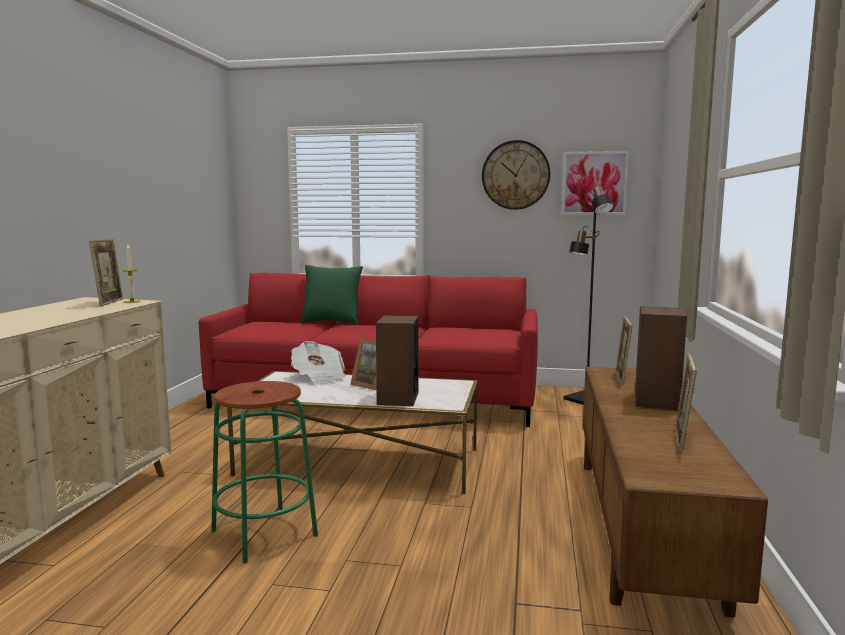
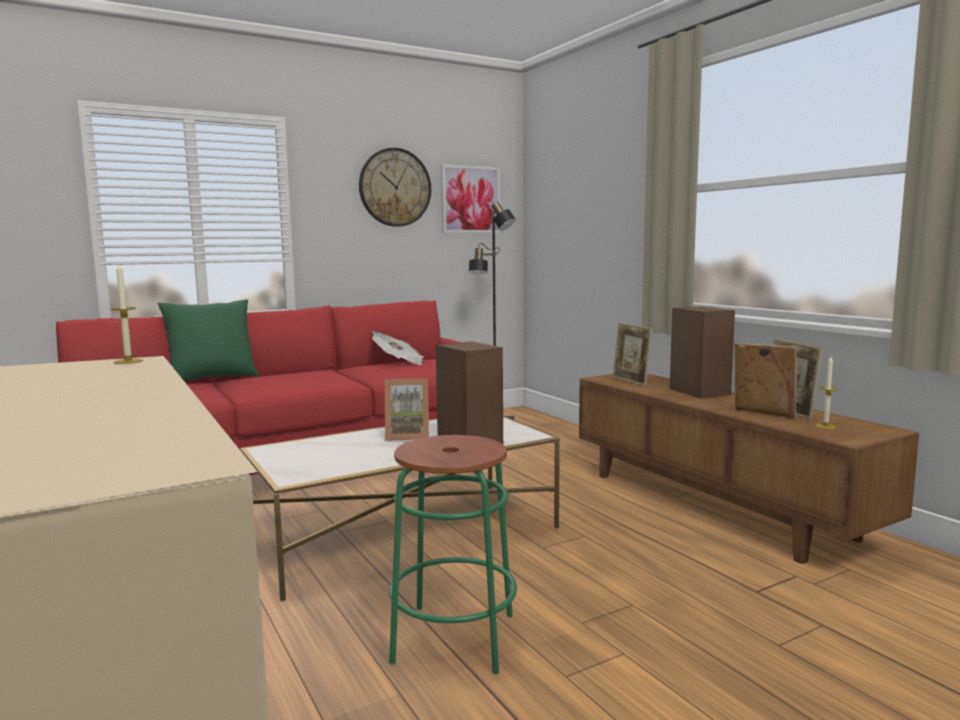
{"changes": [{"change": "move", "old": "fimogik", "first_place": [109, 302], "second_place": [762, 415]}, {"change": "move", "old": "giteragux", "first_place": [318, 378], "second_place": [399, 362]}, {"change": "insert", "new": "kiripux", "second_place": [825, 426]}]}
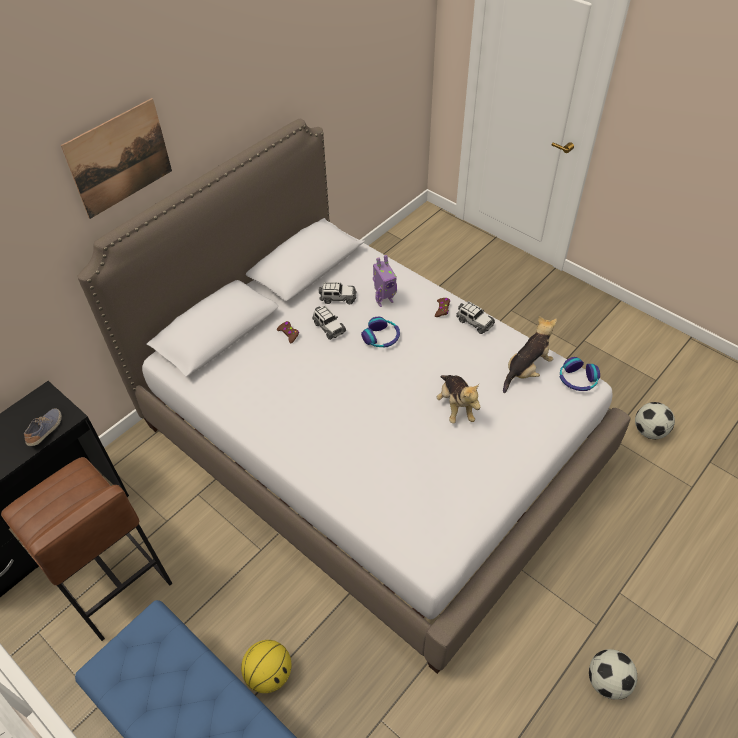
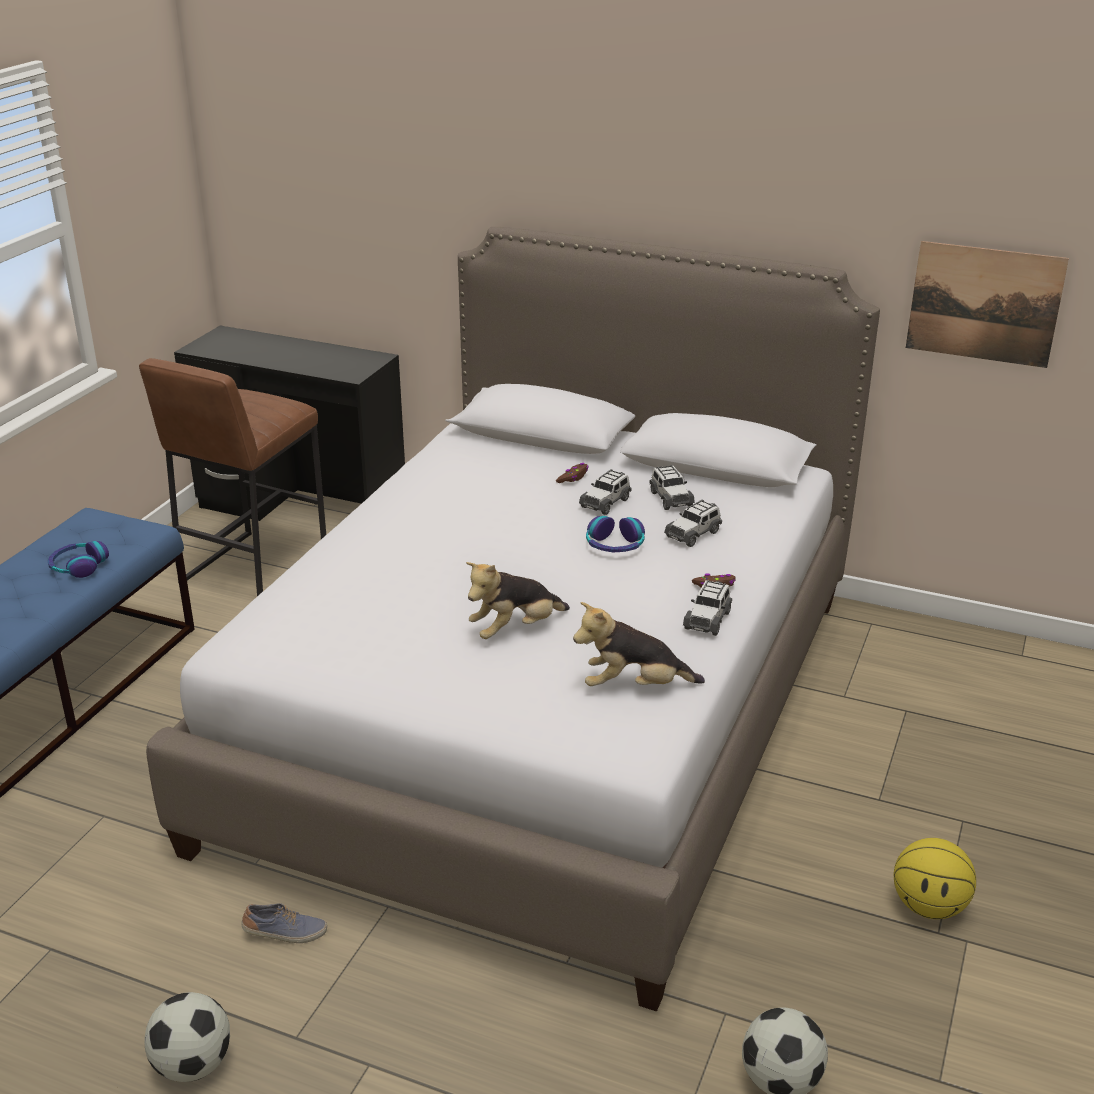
{"changes": [{"change": "move", "old": "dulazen", "first_place": [46, 430], "second_place": [285, 934]}, {"change": "move", "old": "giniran", "first_place": [120, 158], "second_place": [984, 304]}, {"change": "move", "old": "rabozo", "first_place": [269, 673], "second_place": [929, 907]}, {"change": "replace", "old": "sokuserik", "new": "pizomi", "first_place": [384, 301], "second_place": [693, 534]}, {"change": "rotate", "old": "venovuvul", "first_place": [526, 370], "second_place": [634, 686], "degrees": 150}, {"change": "move", "old": "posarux", "first_place": [577, 379], "second_place": [78, 566]}]}
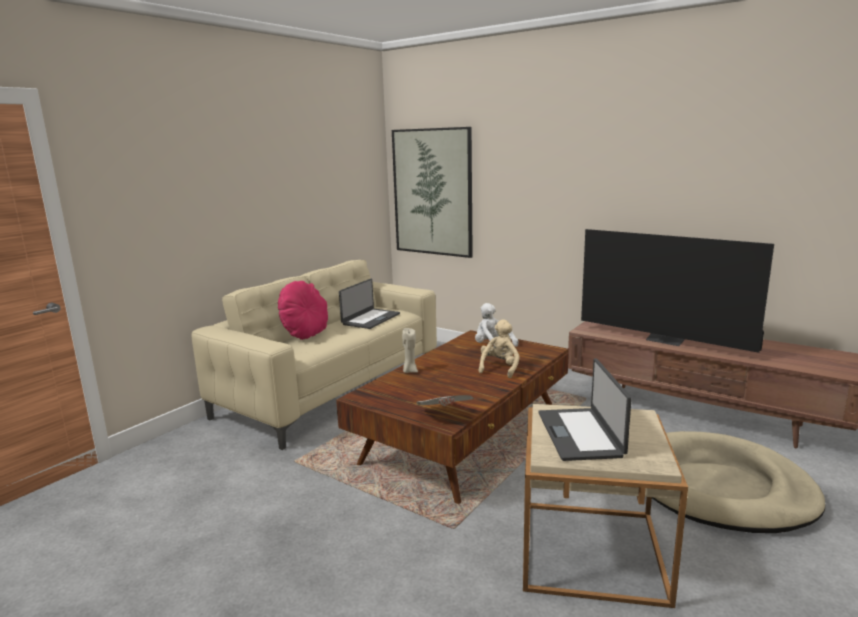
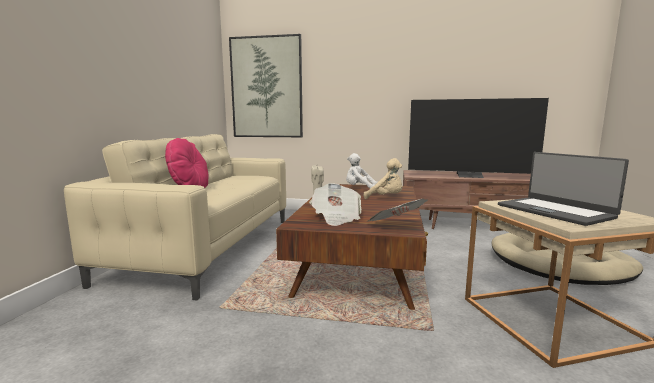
{"changes": [{"change": "delete", "old": "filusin", "first_place": [370, 319]}, {"change": "rotate", "old": "beige venovuvul", "first_place": [499, 368], "second_place": [386, 198], "degrees": 120}, {"change": "insert", "new": "giteragux", "second_place": [336, 218]}]}
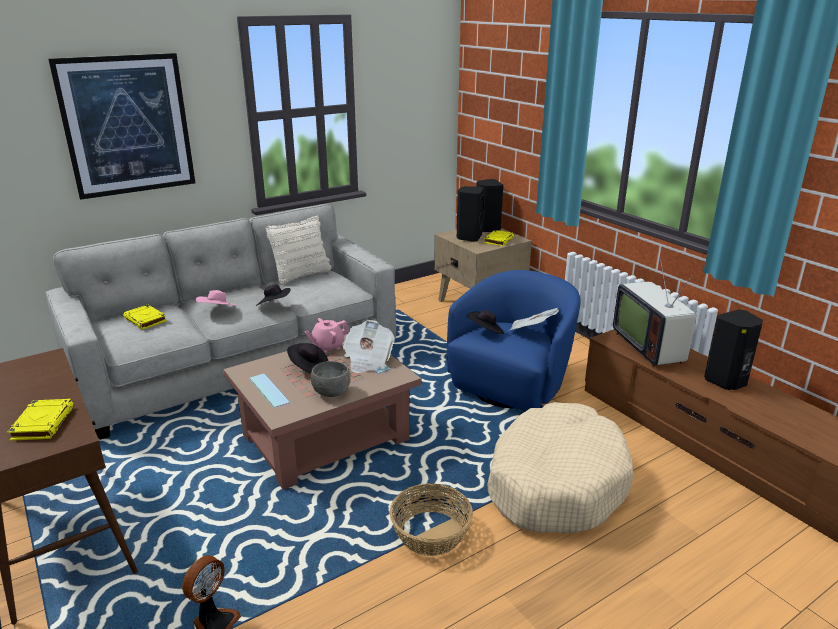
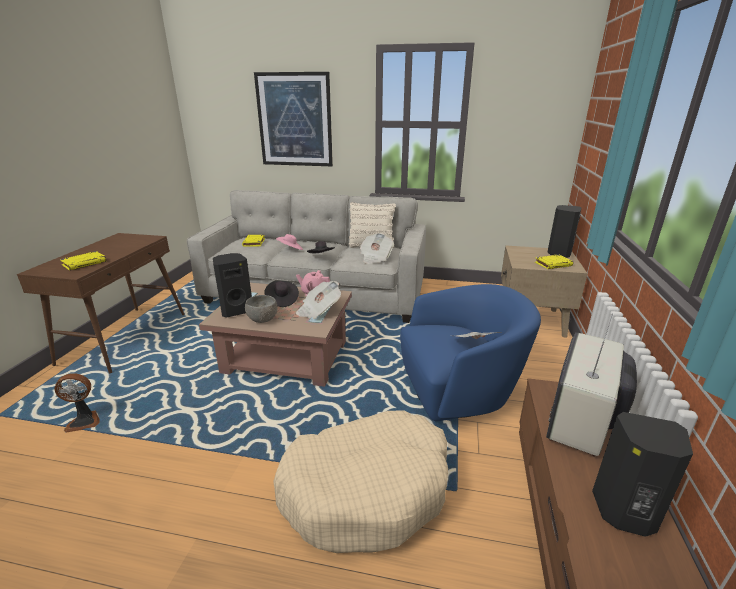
{"changes": [{"change": "delete", "old": "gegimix", "first_place": [430, 533]}, {"change": "move", "old": "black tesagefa", "first_place": [468, 237], "second_place": [236, 310]}, {"change": "delete", "old": "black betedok", "first_place": [485, 332]}, {"change": "insert", "new": "giteragux", "second_place": [375, 258]}]}
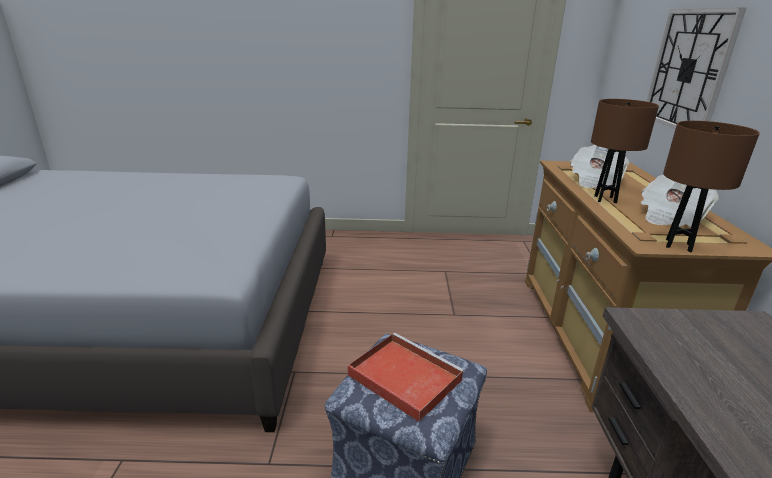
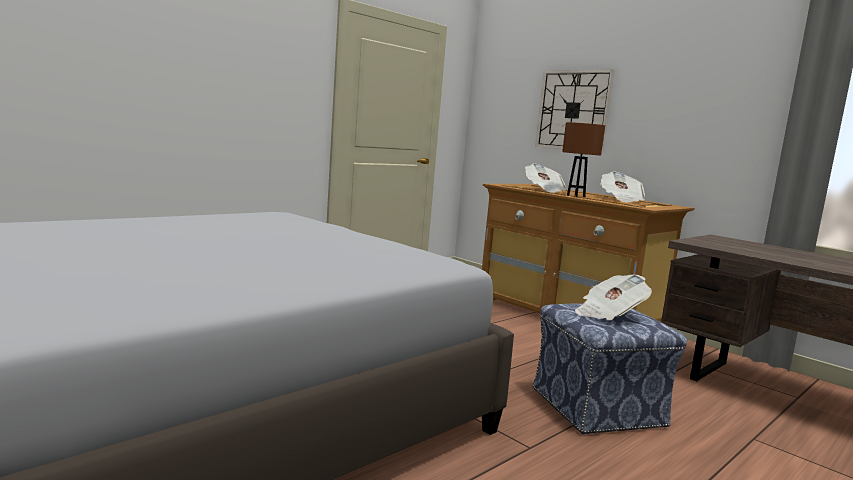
{"changes": [{"change": "replace", "old": "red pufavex", "new": "giteragux", "first_place": [402, 377], "second_place": [609, 314]}, {"change": "delete", "old": "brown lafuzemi", "first_place": [678, 245]}]}
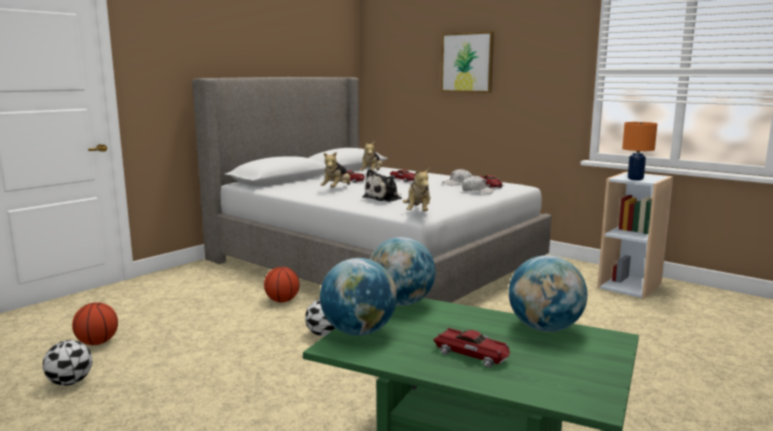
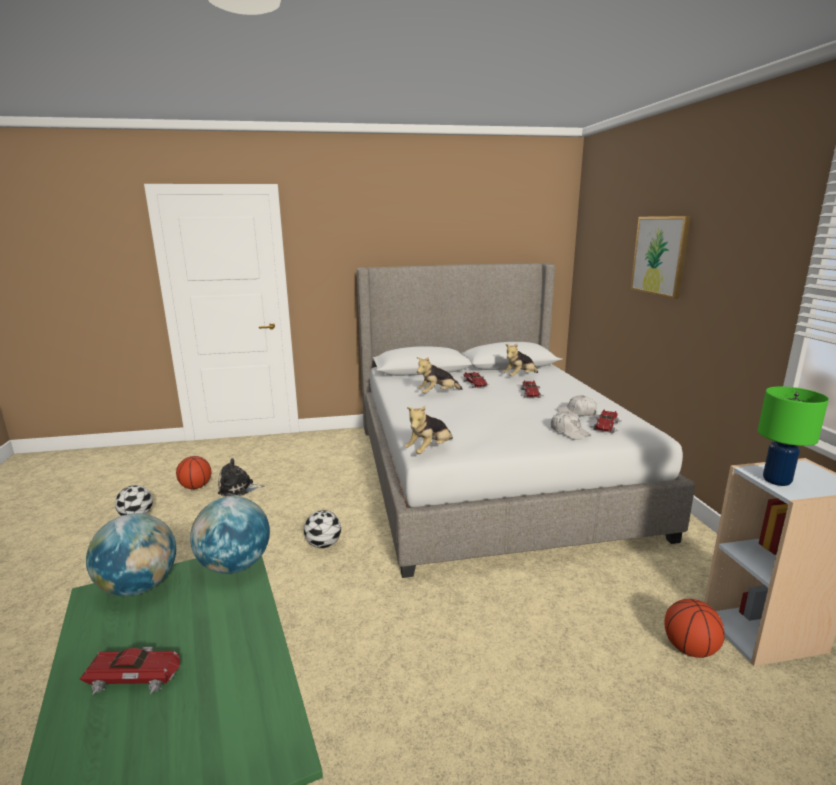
{"changes": [{"change": "move", "old": "rabozo", "first_place": [282, 301], "second_place": [689, 648]}, {"change": "move", "old": "venovuvul", "first_place": [384, 198], "second_place": [238, 488]}, {"change": "rotate", "old": "pizomi", "first_place": [472, 354], "second_place": [136, 675], "degrees": -75}, {"change": "delete", "old": "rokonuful", "first_place": [544, 328]}, {"change": "recolor", "old": "orange lafuzemi", "new": "green lafuzemi", "first_place": [635, 179], "second_place": [778, 481]}]}
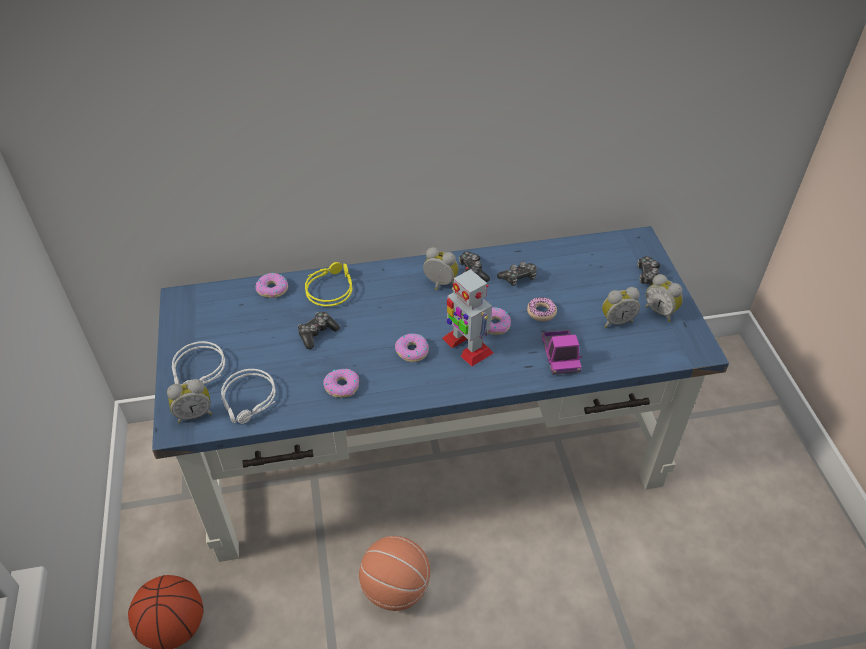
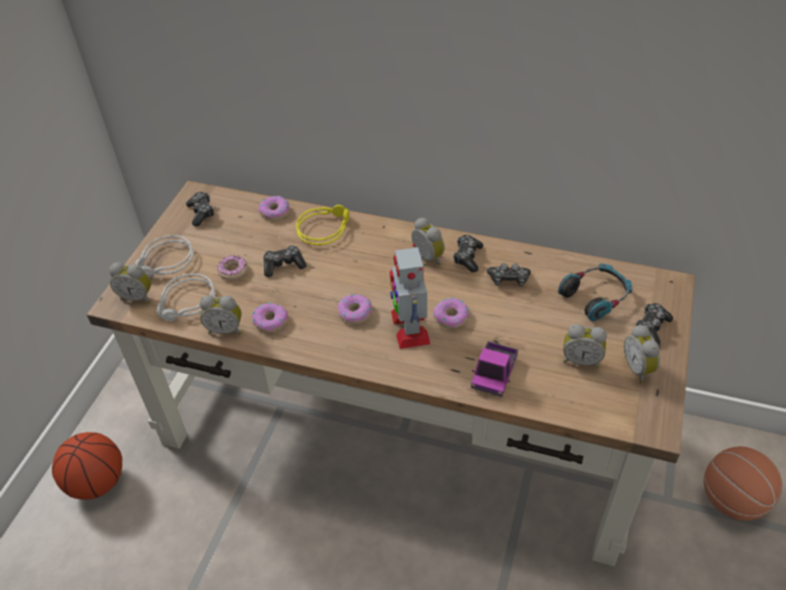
{"changes": [{"change": "recolor", "old": "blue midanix", "new": "brown midanix", "first_place": [434, 451], "second_place": [401, 428]}, {"change": "move", "old": "rabozo", "first_place": [396, 588], "second_place": [733, 500]}, {"change": "move", "old": "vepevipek", "first_place": [541, 312], "second_place": [233, 271]}, {"change": "insert", "new": "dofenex", "second_place": [201, 213]}, {"change": "insert", "new": "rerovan", "second_place": [225, 329]}, {"change": "insert", "new": "posarux", "second_place": [595, 296]}]}
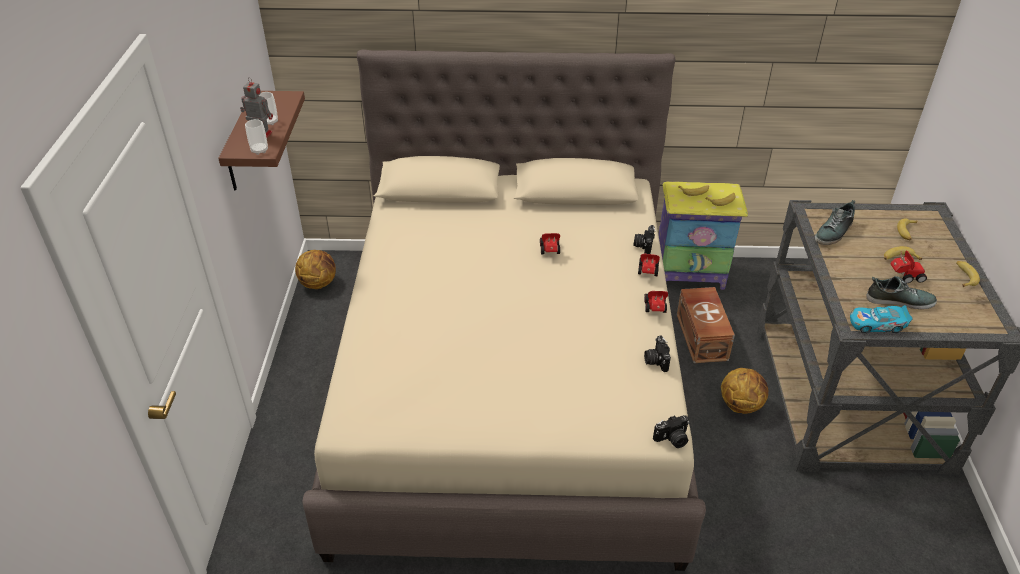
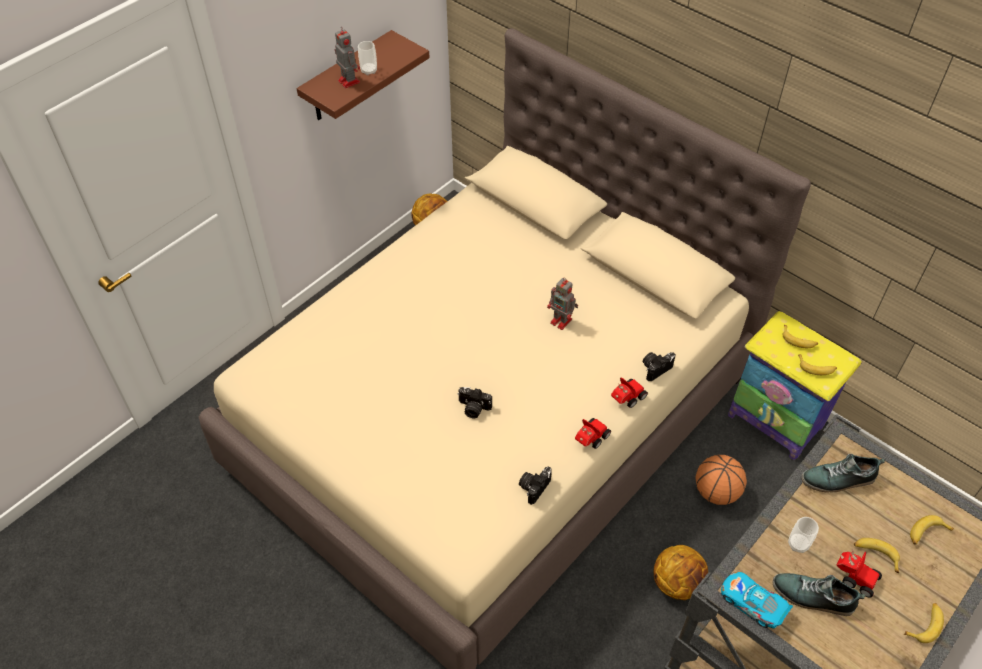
{"changes": [{"change": "move", "old": "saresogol", "first_place": [259, 150], "second_place": [798, 544]}, {"change": "replace", "old": "pizomi", "new": "sokuserik", "first_place": [550, 252], "second_place": [562, 321]}, {"change": "move", "old": "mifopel", "first_place": [672, 439], "second_place": [473, 408]}, {"change": "replace", "old": "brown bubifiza", "new": "rabozo", "first_place": [702, 336], "second_place": [716, 492]}, {"change": "rotate", "old": "dulazen", "first_place": [899, 300], "second_place": [813, 597], "degrees": 150}]}
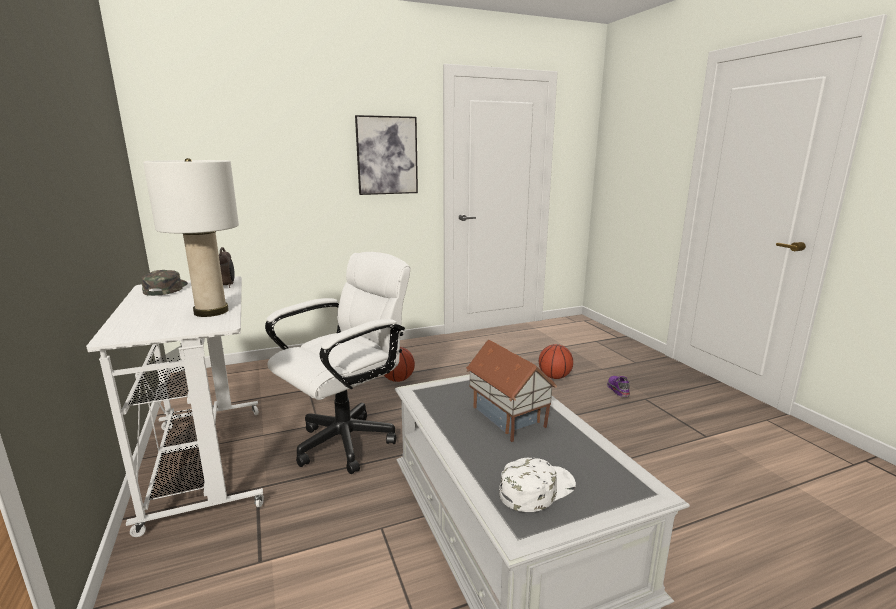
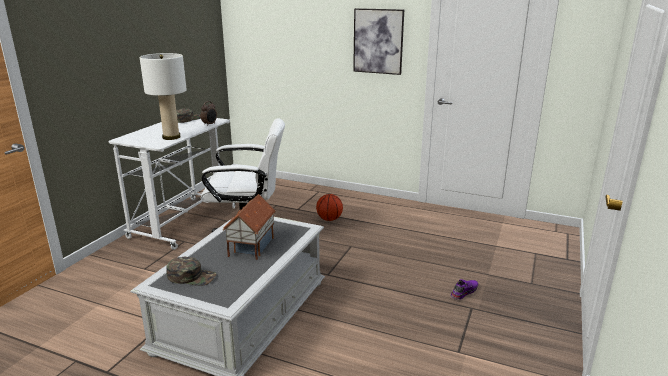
{"changes": [{"change": "recolor", "old": "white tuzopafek", "new": "green tuzopafek", "first_place": [536, 489], "second_place": [191, 276]}, {"change": "delete", "old": "rabozo", "first_place": [554, 377]}]}
